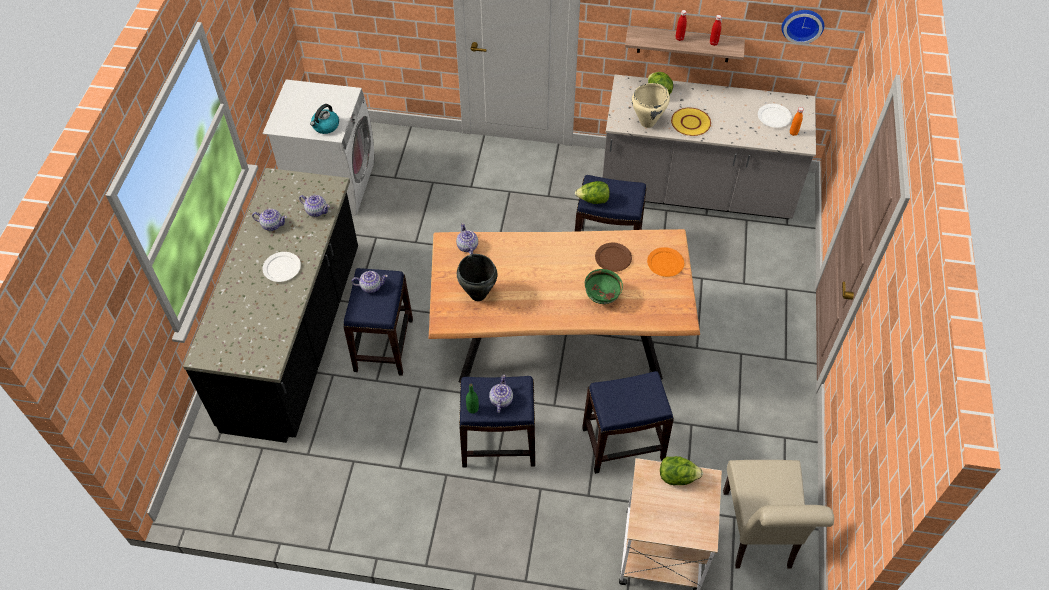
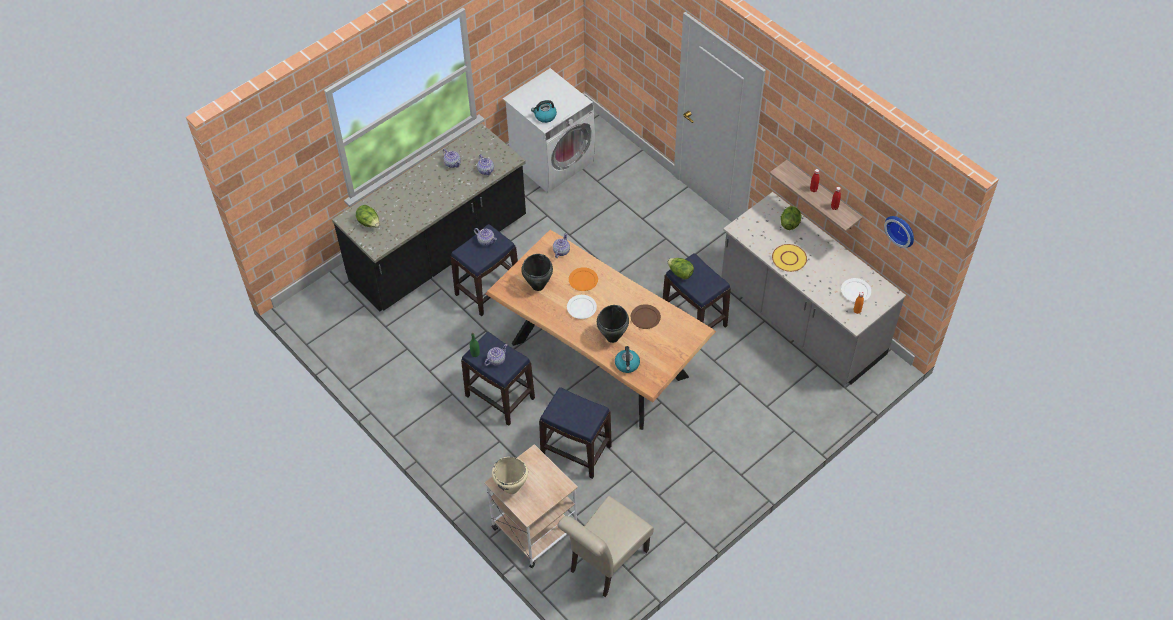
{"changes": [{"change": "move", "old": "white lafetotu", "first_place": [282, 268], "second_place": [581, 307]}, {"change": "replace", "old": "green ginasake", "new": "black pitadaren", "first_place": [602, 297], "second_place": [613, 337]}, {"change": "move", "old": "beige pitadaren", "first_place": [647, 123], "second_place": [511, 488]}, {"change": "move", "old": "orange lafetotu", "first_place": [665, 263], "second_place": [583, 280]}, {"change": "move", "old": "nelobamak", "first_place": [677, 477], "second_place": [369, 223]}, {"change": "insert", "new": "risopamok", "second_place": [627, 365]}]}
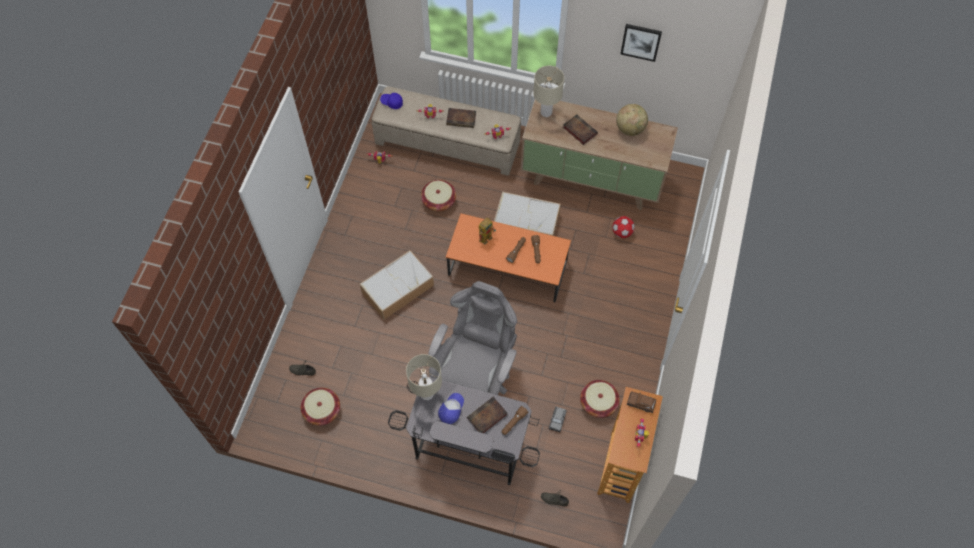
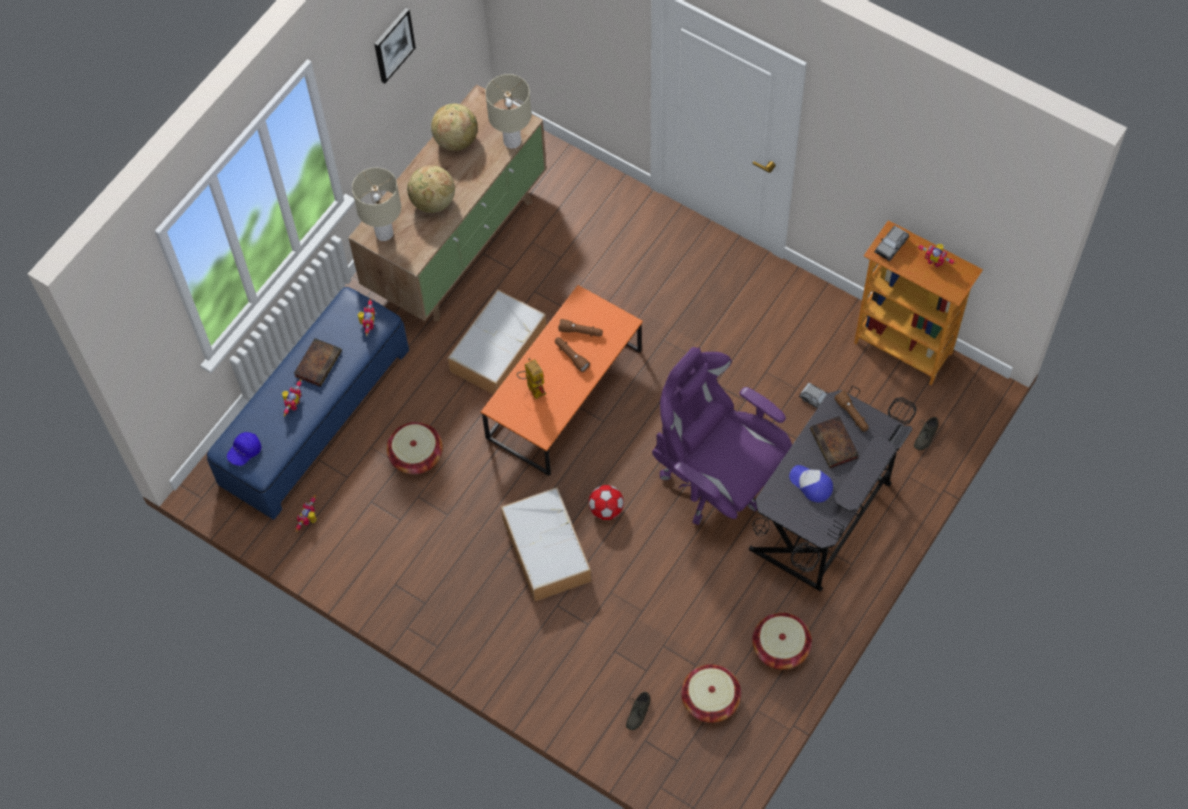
{"changes": [{"change": "recolor", "old": "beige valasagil", "new": "blue valasagil", "first_place": [448, 142], "second_place": [315, 415]}, {"change": "move", "old": "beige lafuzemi", "first_place": [427, 393], "second_place": [512, 141]}, {"change": "recolor", "old": "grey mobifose", "new": "purple mobifose", "first_place": [475, 375], "second_place": [720, 483]}, {"change": "replace", "old": "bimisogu", "new": "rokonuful", "first_place": [579, 130], "second_place": [433, 202]}, {"change": "move", "old": "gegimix", "first_place": [598, 403], "second_place": [781, 647]}, {"change": "move", "old": "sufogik", "first_place": [622, 232], "second_place": [606, 509]}, {"change": "recolor", "old": "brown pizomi", "new": "grey pizomi", "first_place": [641, 403], "second_place": [891, 246]}]}
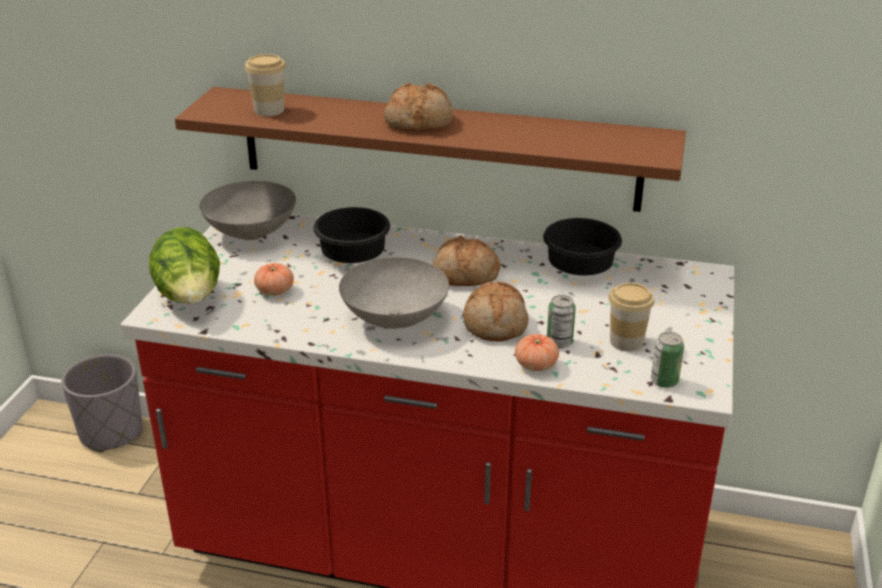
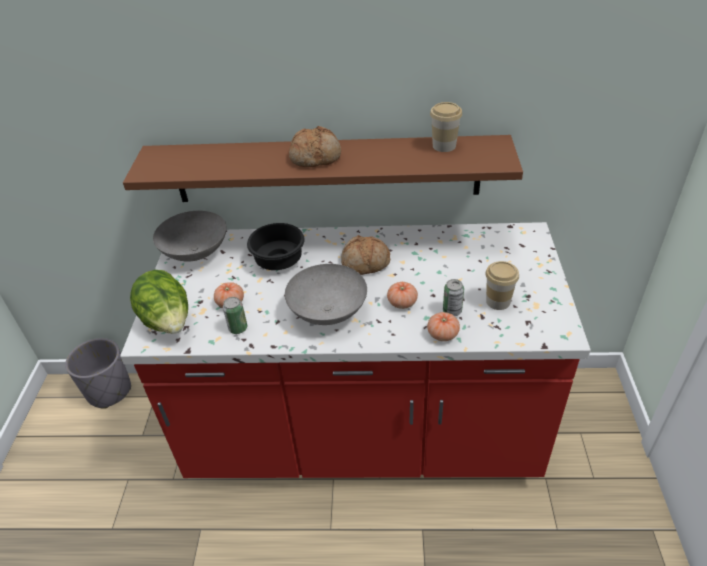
{"changes": [{"change": "move", "old": "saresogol", "first_place": [269, 110], "second_place": [444, 146]}, {"change": "replace", "old": "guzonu", "new": "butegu", "first_place": [496, 324], "second_place": [402, 303]}, {"change": "delete", "old": "black ginasake", "first_place": [582, 268]}, {"change": "move", "old": "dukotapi", "first_place": [664, 381], "second_place": [238, 328]}]}
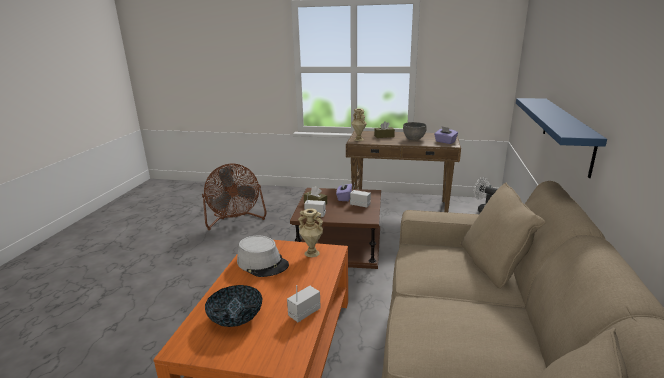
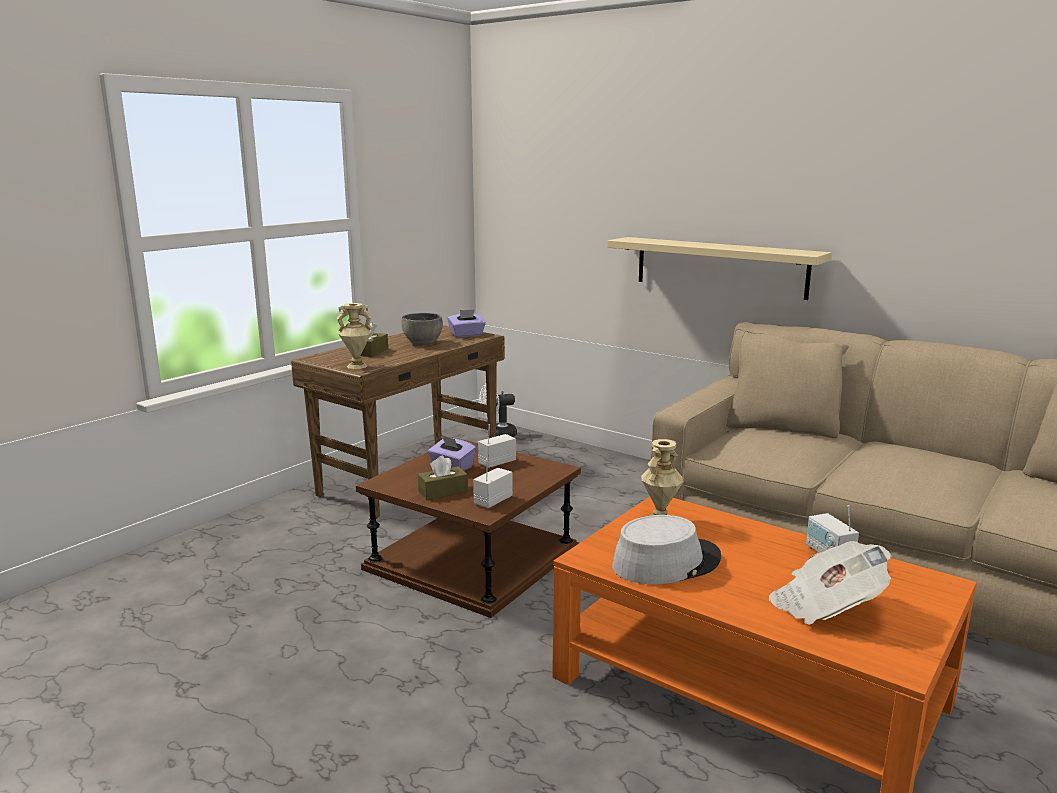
{"changes": [{"change": "delete", "old": "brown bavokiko", "first_place": [232, 220]}, {"change": "replace", "old": "ginasake", "new": "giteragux", "first_place": [236, 317], "second_place": [825, 607]}, {"change": "recolor", "old": "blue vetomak", "new": "beige vetomak", "first_place": [567, 133], "second_place": [719, 267]}]}
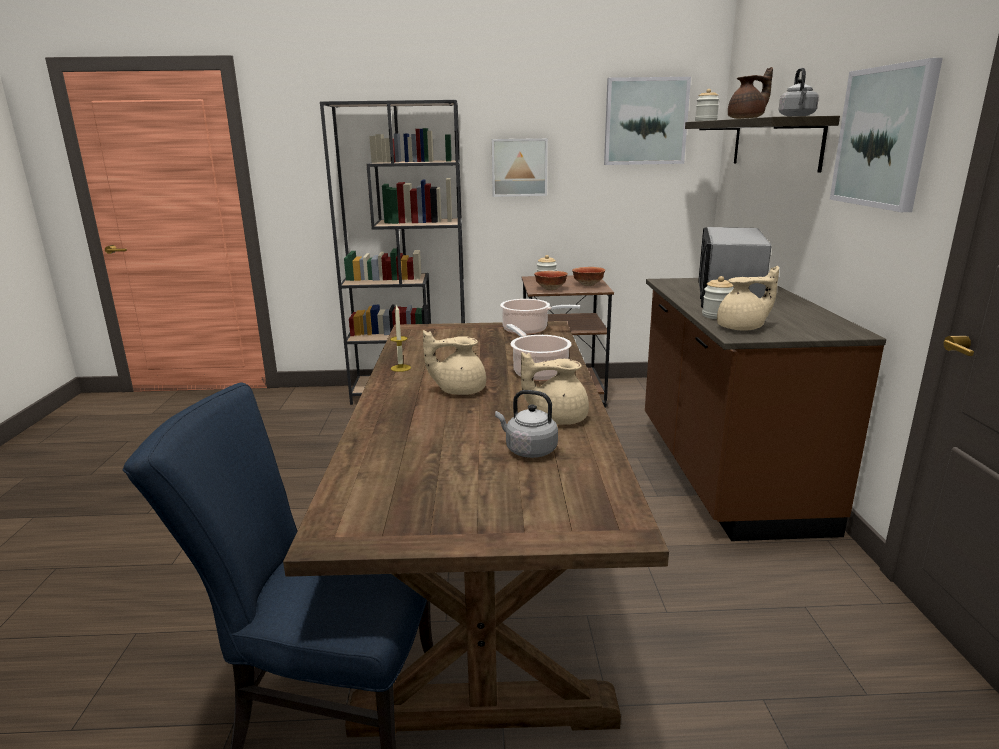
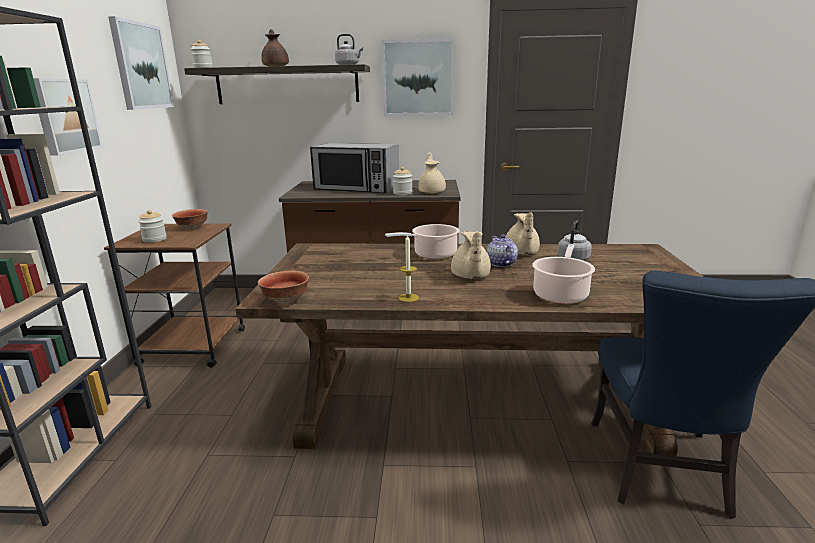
{"changes": [{"change": "move", "old": "pitadaren", "first_place": [528, 330], "second_place": [561, 294]}, {"change": "move", "old": "ginasake", "first_place": [550, 289], "second_place": [285, 301]}, {"change": "insert", "new": "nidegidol", "second_place": [500, 263]}]}
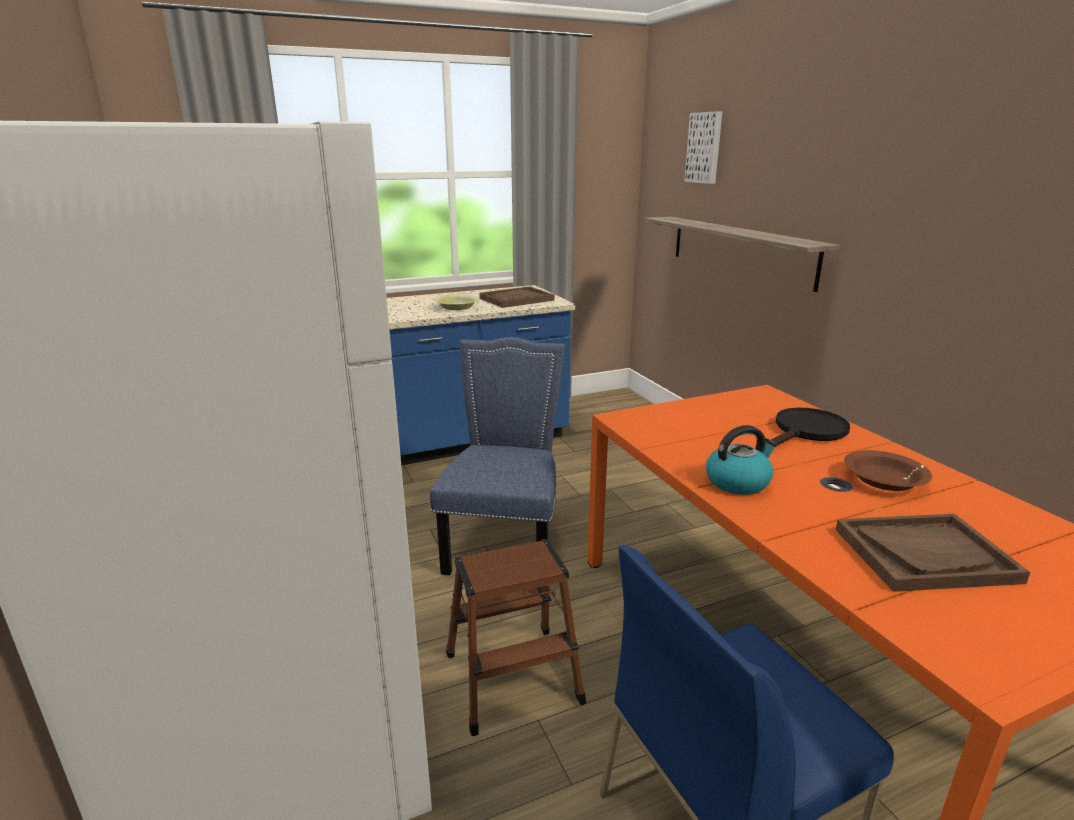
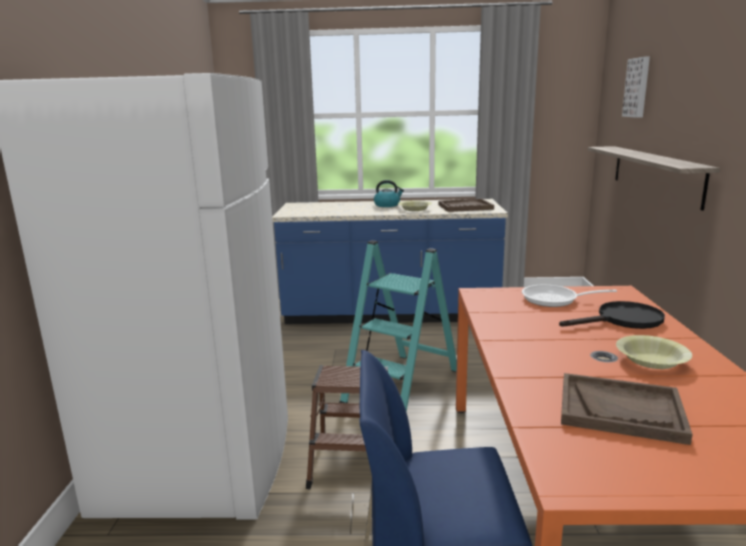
{"changes": [{"change": "replace", "old": "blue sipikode", "new": "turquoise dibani", "first_place": [504, 545], "second_place": [403, 385]}, {"change": "move", "old": "risopamok", "first_place": [738, 482], "second_place": [387, 205]}, {"change": "recolor", "old": "brown ginasake", "new": "yellow ginasake", "first_place": [884, 481], "second_place": [651, 361]}, {"change": "insert", "new": "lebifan", "second_place": [554, 299]}]}
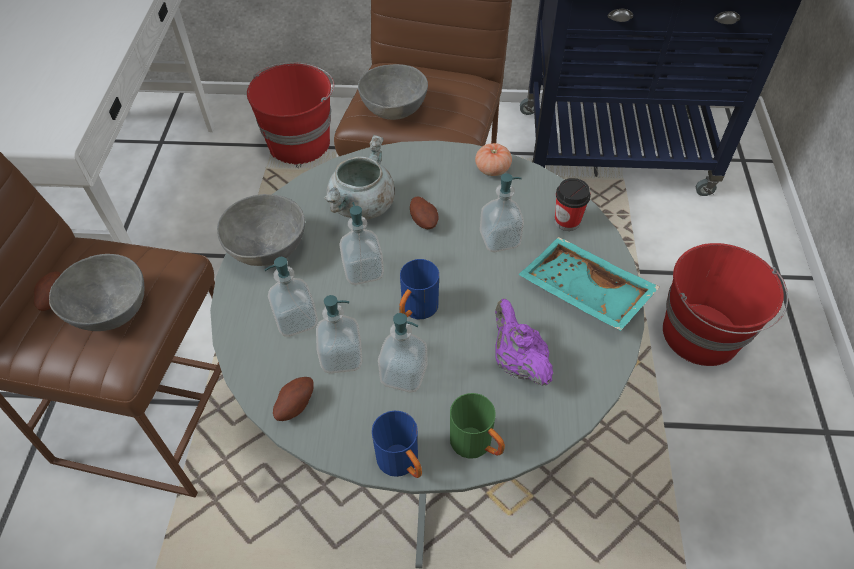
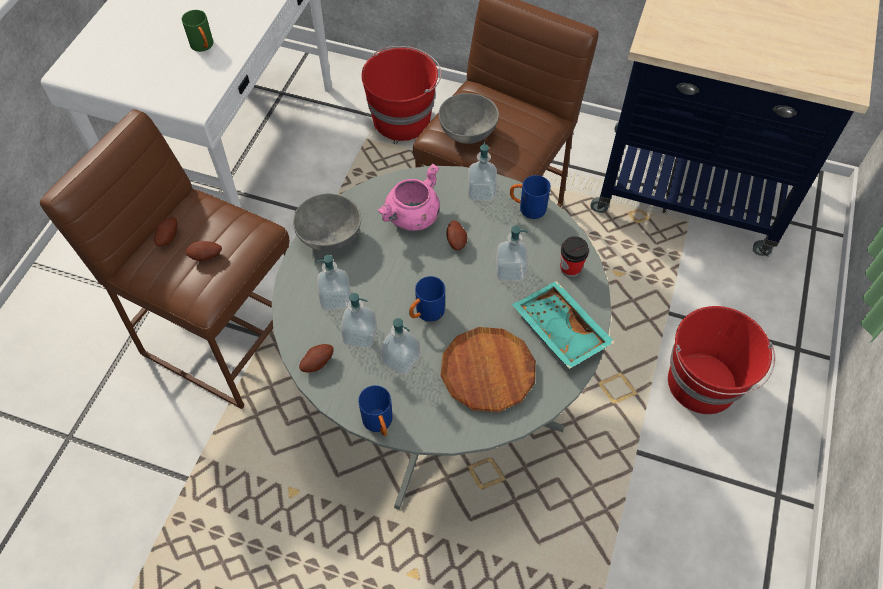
{"changes": [{"change": "replace", "old": "grey ginasake", "new": "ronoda", "first_place": [110, 310], "second_place": [206, 257]}, {"change": "recolor", "old": "grey pitadaren", "new": "pink pitadaren", "first_place": [362, 206], "second_place": [412, 217]}, {"change": "move", "old": "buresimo", "first_place": [363, 271], "second_place": [481, 192]}, {"change": "move", "old": "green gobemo", "first_place": [477, 445], "second_place": [204, 47]}, {"change": "replace", "old": "butegu", "new": "blue gobemo", "first_place": [492, 169], "second_place": [527, 208]}, {"change": "replace", "old": "purple nidegidol", "new": "brown lafetotu", "first_place": [517, 362], "second_place": [487, 372]}]}
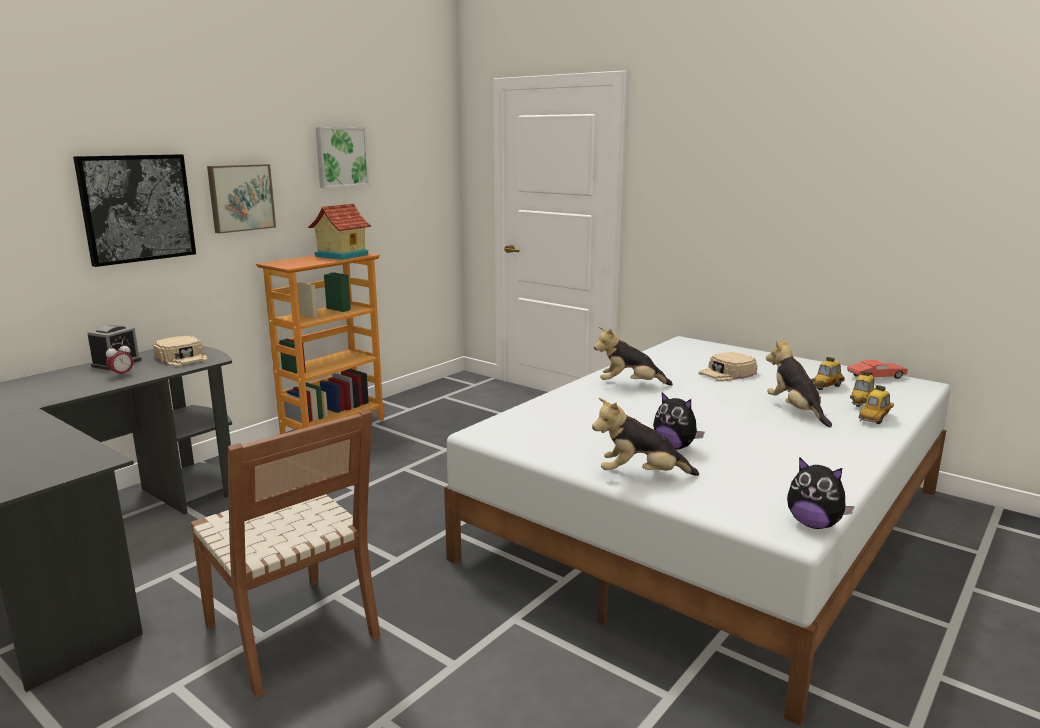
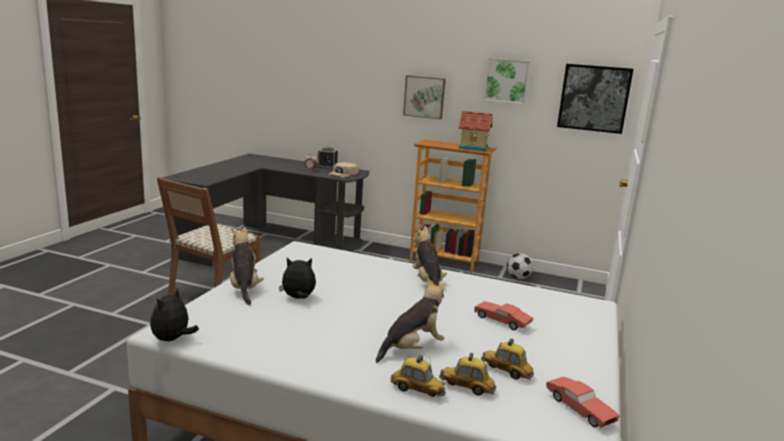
{"changes": [{"change": "move", "old": "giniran", "first_place": [137, 208], "second_place": [594, 98]}, {"change": "rotate", "old": "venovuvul", "first_place": [675, 447], "second_place": [298, 298], "degrees": 60}, {"change": "replace", "old": "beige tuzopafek", "new": "red pizomi", "first_place": [727, 373], "second_place": [502, 321]}, {"change": "insert", "new": "sufogik", "second_place": [518, 277]}]}
